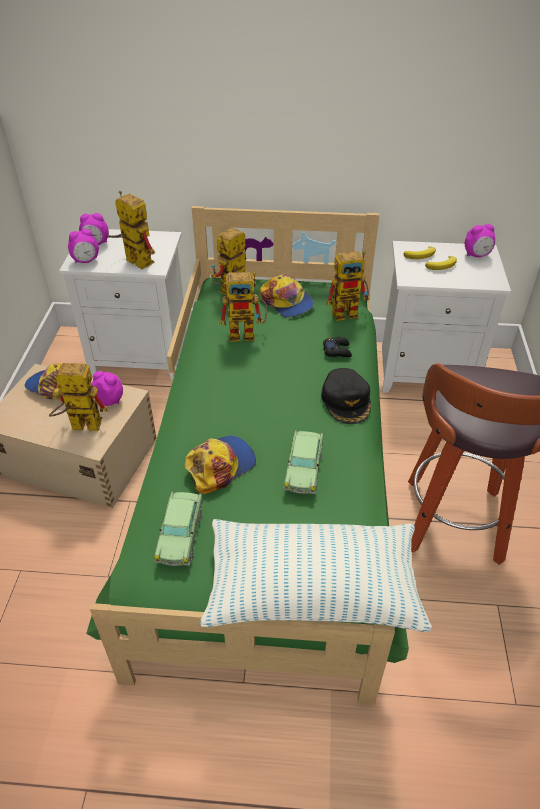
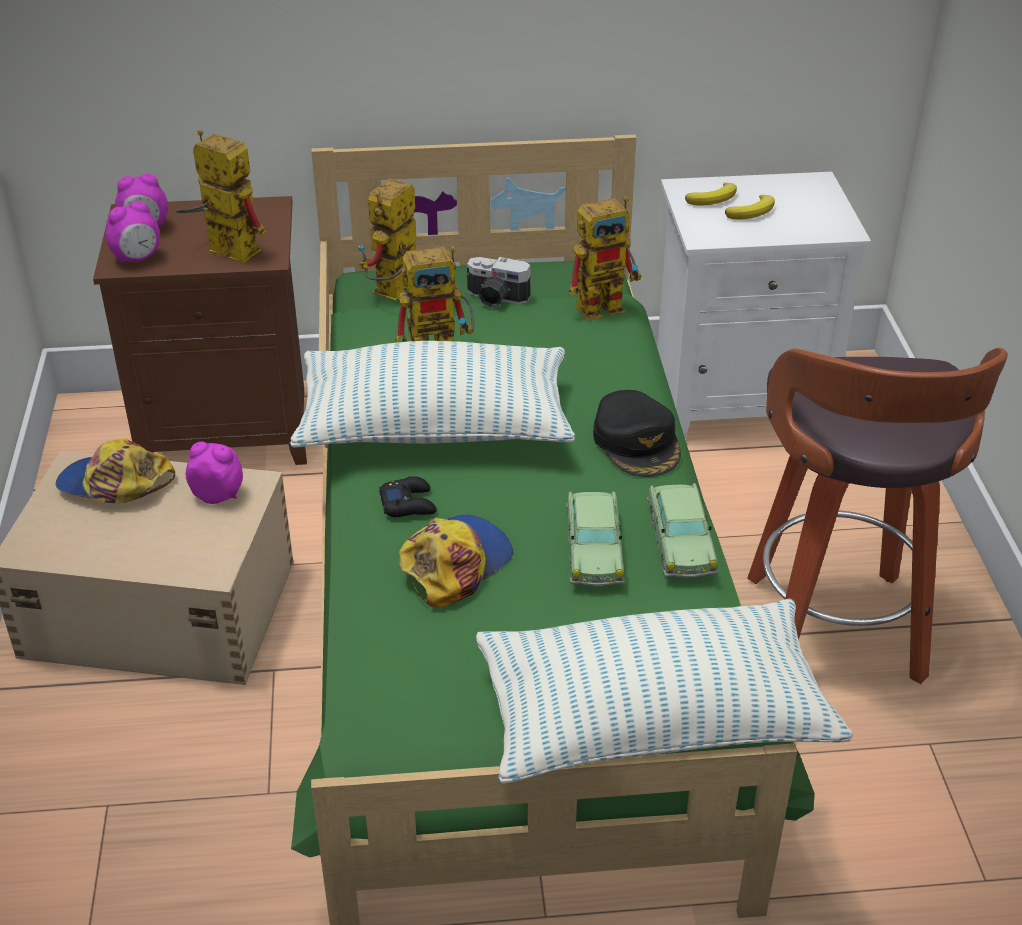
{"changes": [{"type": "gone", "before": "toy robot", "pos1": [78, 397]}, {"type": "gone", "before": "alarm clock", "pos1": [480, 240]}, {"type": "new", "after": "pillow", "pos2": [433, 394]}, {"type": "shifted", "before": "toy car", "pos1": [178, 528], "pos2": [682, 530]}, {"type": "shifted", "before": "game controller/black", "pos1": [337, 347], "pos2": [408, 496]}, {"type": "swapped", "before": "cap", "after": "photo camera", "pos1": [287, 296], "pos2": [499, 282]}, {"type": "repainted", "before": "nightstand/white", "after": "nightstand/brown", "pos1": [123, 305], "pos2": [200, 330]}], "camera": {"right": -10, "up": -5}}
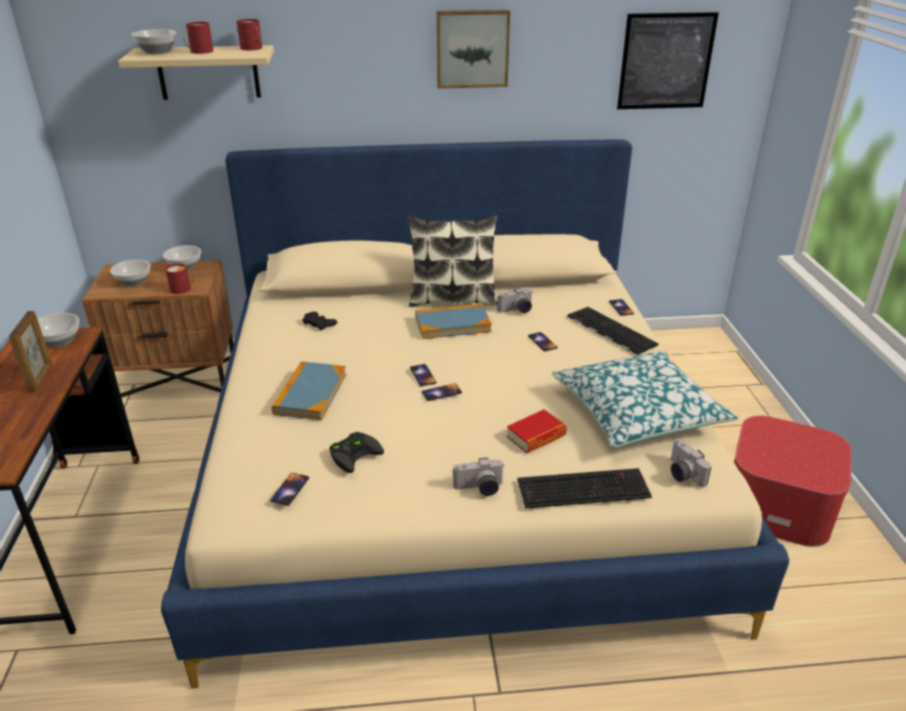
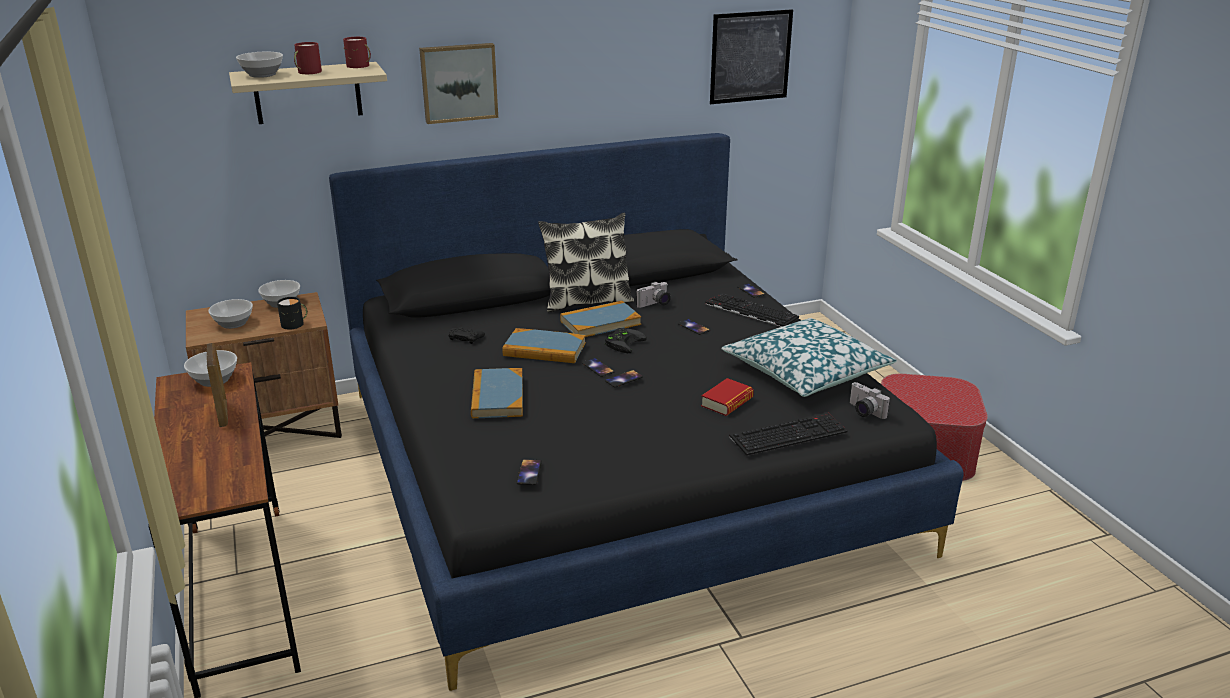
{"changes": [{"type": "gone", "before": "photo camera", "pos1": [479, 477]}, {"type": "new", "after": "book", "pos2": [544, 345]}, {"type": "shifted", "before": "game controller/black", "pos1": [356, 452], "pos2": [626, 340]}, {"type": "shifted", "before": "picture", "pos1": [473, 49], "pos2": [458, 83]}, {"type": "repainted", "before": "bed/beige", "after": "bed/black", "pos1": [475, 413], "pos2": [646, 412]}, {"type": "repainted", "before": "mug/red", "after": "mug/black", "pos1": [179, 279], "pos2": [292, 313]}], "camera": {"right": -15, "up": -5}}
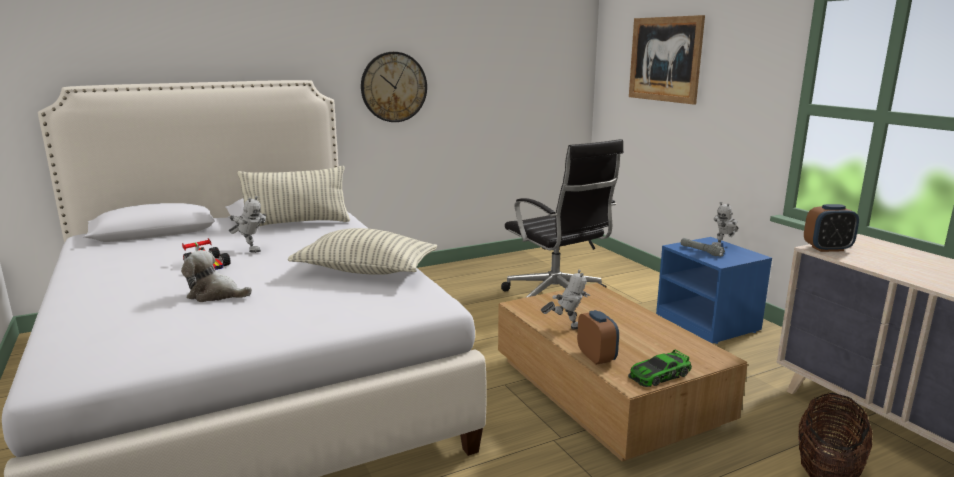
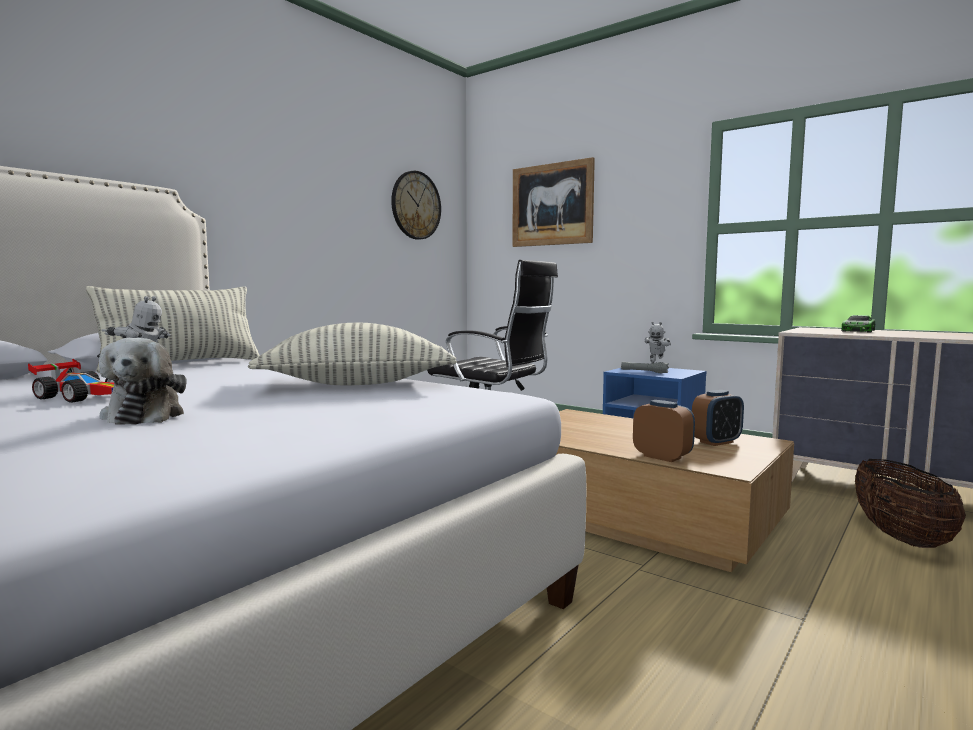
{"changes": [{"type": "gone", "before": "toy robot", "pos1": [565, 299]}, {"type": "shifted", "before": "wall clock", "pos1": [394, 87], "pos2": [416, 205]}, {"type": "shifted", "before": "toy car", "pos1": [660, 368], "pos2": [858, 323]}, {"type": "shifted", "before": "alarm clock", "pos1": [831, 228], "pos2": [718, 418]}, {"type": "rotated", "before": "plush toy", "pos1": [216, 276], "pos2": [142, 381], "turn": -90}], "camera": {"right": -25, "up": -10}}
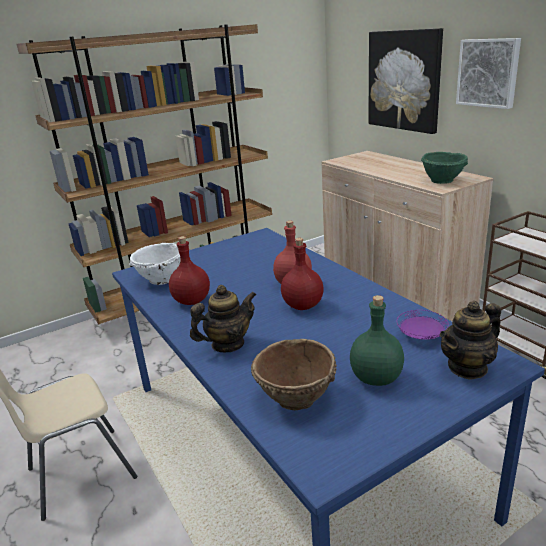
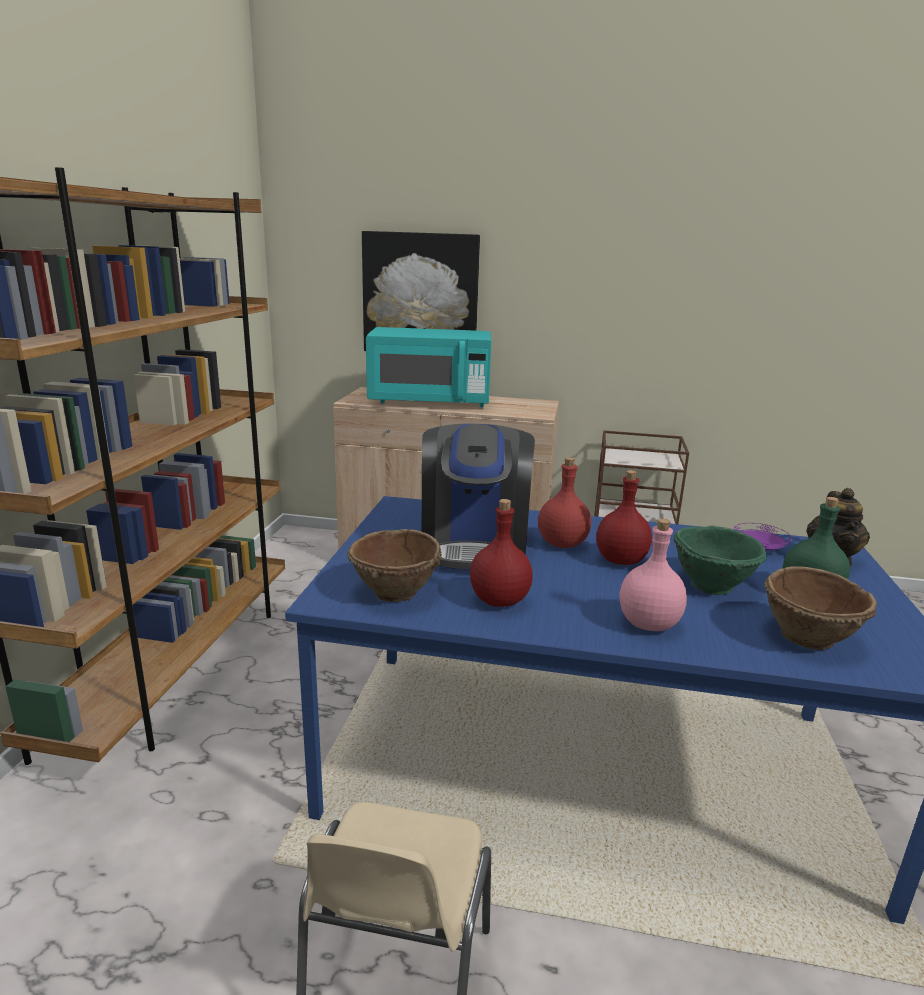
{"changes": [{"type": "gone", "before": "picture", "pos1": [488, 73]}, {"type": "new", "after": "microwave/turquoise", "pos2": [429, 367]}, {"type": "new", "after": "coffee machine", "pos2": [478, 496]}, {"type": "shifted", "before": "bowl/green", "pos1": [444, 168], "pos2": [720, 560]}, {"type": "swapped", "before": "teapot", "after": "bottle/pink", "pos1": [223, 318], "pos2": [653, 574]}, {"type": "repainted", "before": "bowl/white", "after": "bowl/brown", "pos1": [155, 264], "pos2": [394, 565]}], "camera": {"right": -50, "up": -5}}
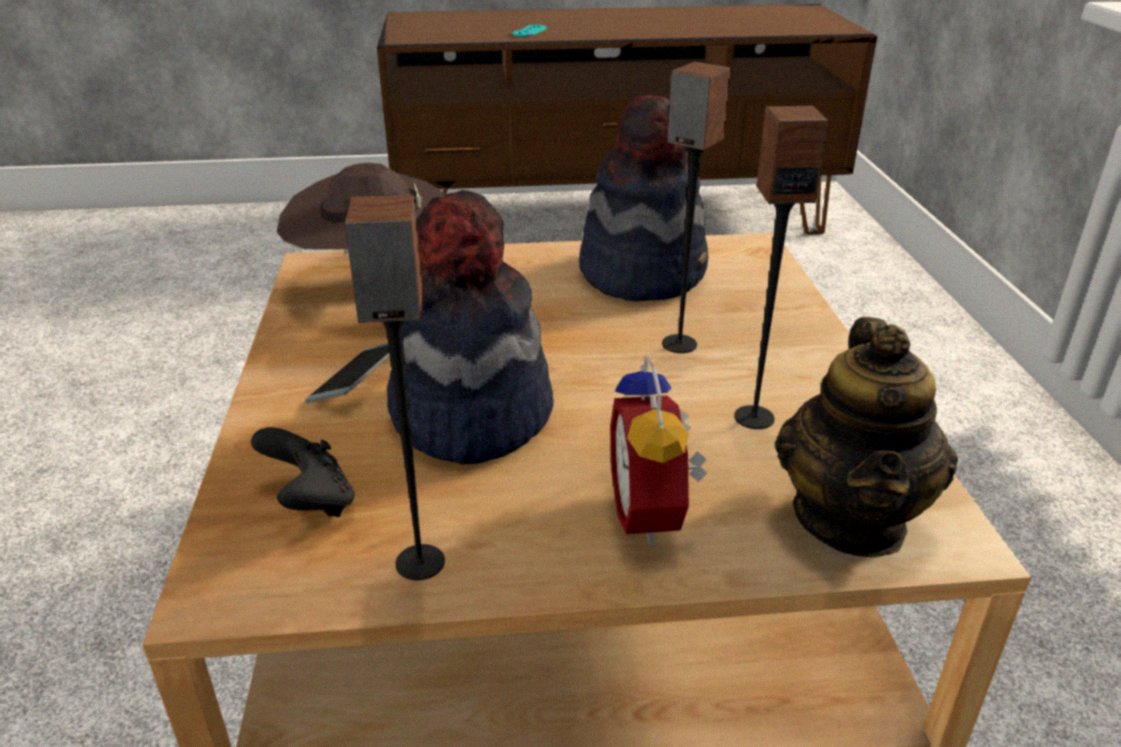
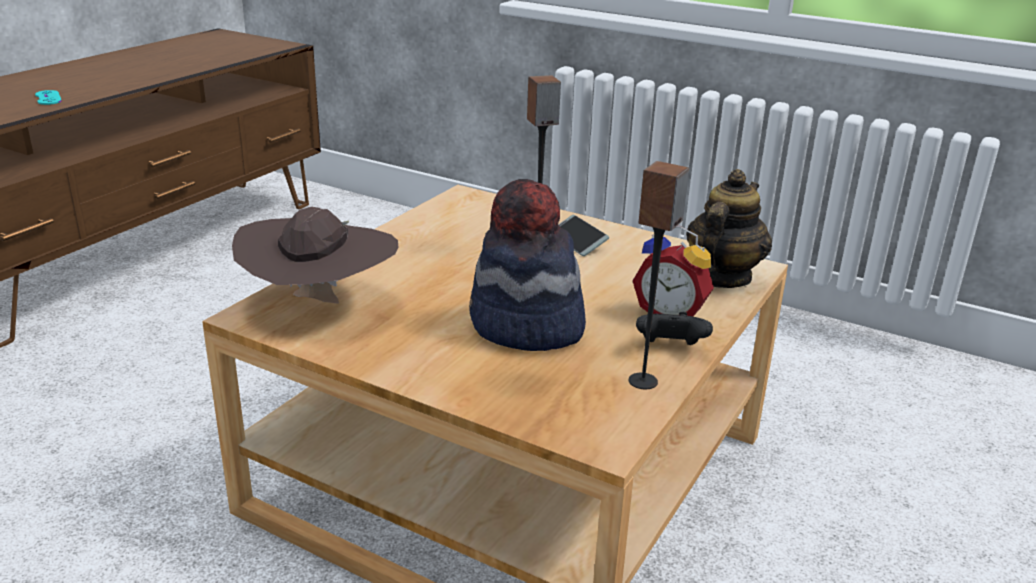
{"changes": [{"type": "gone", "before": "hat", "pos1": [643, 197]}, {"type": "gone", "before": "speaker", "pos1": [781, 267]}, {"type": "shifted", "before": "game controller/black", "pos1": [302, 472], "pos2": [674, 328]}, {"type": "shifted", "before": "phone", "pos1": [347, 373], "pos2": [583, 235]}, {"type": "rotated", "before": "teapot", "pos1": [866, 437], "pos2": [729, 228], "turn": -105}], "camera": {"right": -55, "up": -5}}
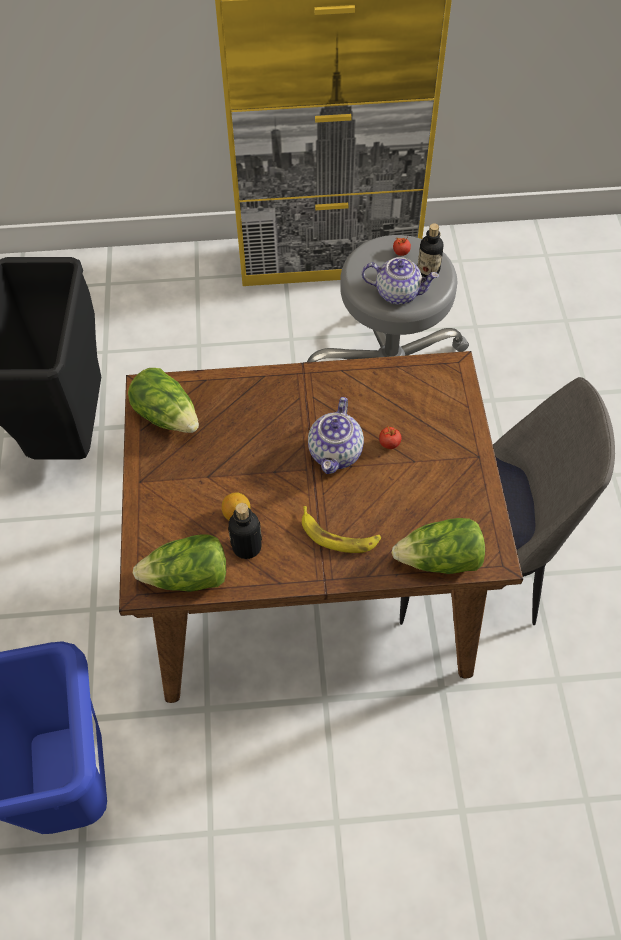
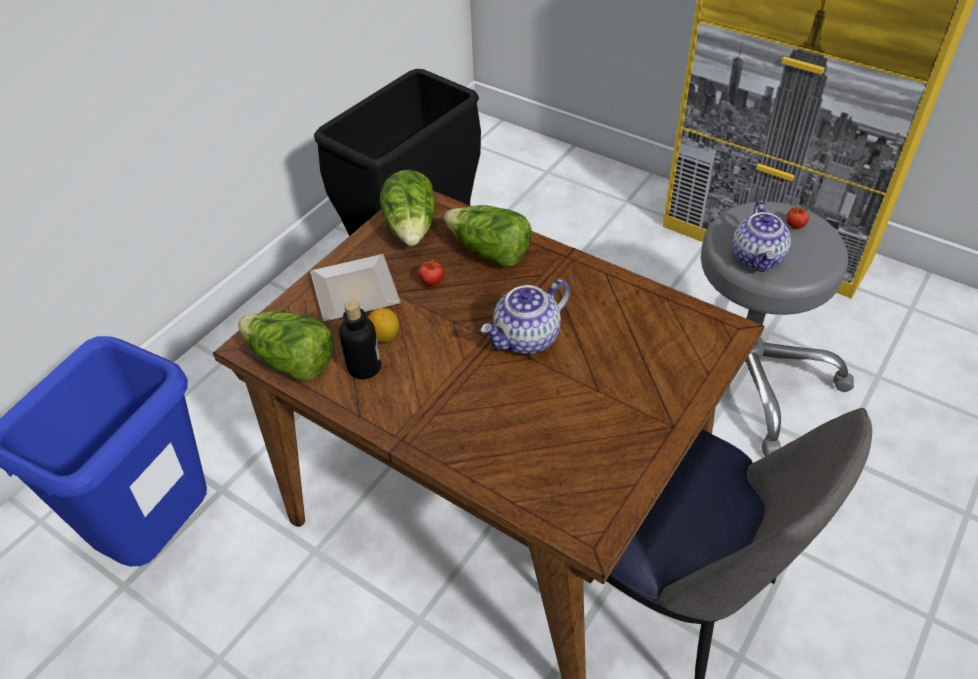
{"changes": [{"type": "gone", "before": "banana", "pos1": [341, 529]}, {"type": "gone", "before": "bottle", "pos1": [430, 250]}, {"type": "new", "after": "plate", "pos2": [355, 288]}, {"type": "shifted", "before": "tomato", "pos1": [390, 437], "pos2": [431, 272]}, {"type": "shifted", "before": "lettuce", "pos1": [438, 546], "pos2": [487, 236]}, {"type": "rotated", "before": "teapot", "pos1": [400, 280], "pos2": [762, 236], "turn": 45}], "camera": {"right": 40, "up": -10}}
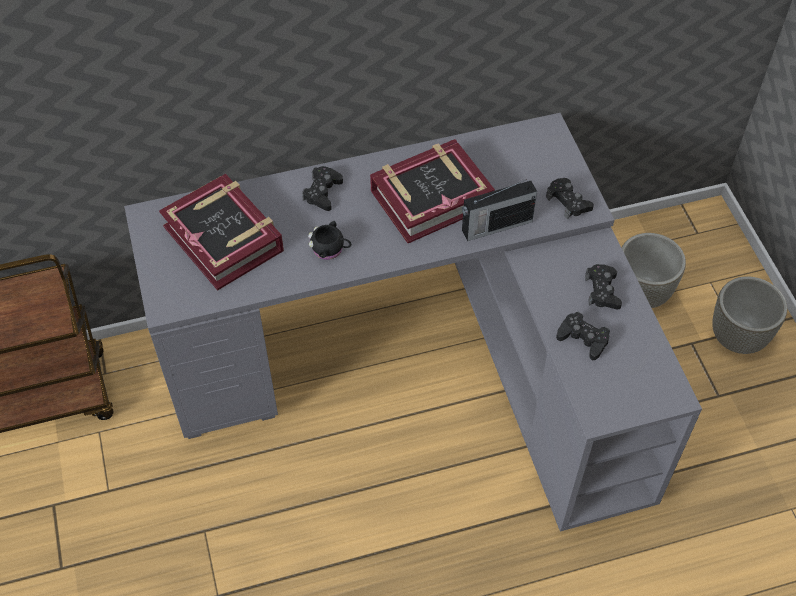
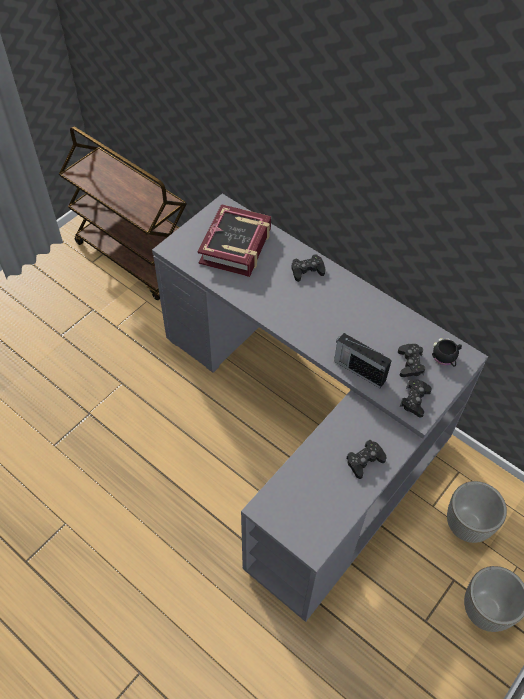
{"changes": [{"type": "gone", "before": "book", "pos1": [432, 191]}, {"type": "shifted", "before": "mug/black", "pos1": [329, 240], "pos2": [447, 352]}, {"type": "shifted", "before": "game controller/black", "pos1": [583, 336], "pos2": [411, 360]}], "camera": {"right": 55, "up": 0}}
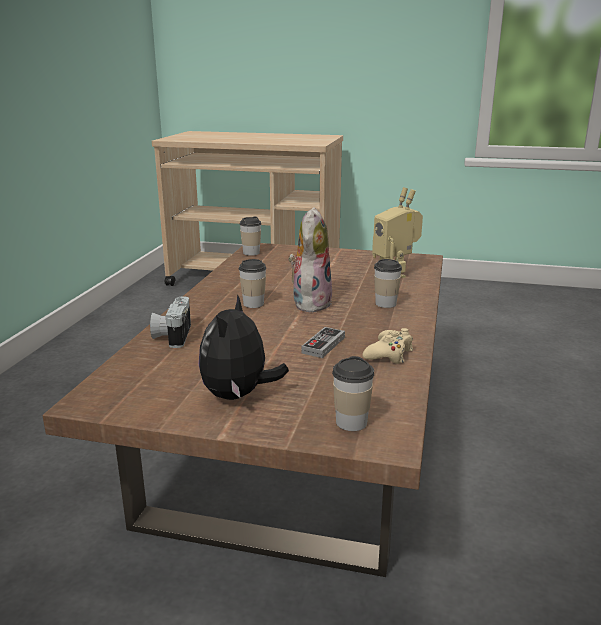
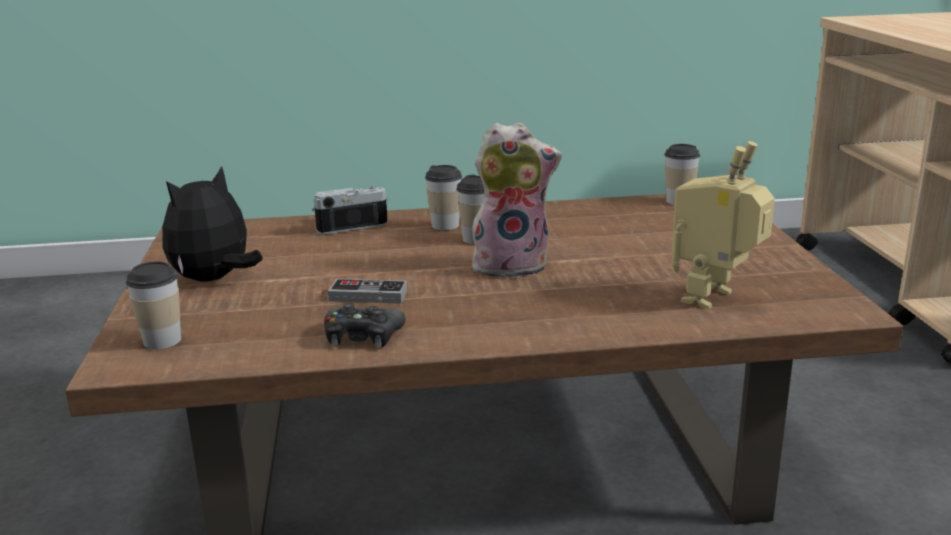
{"changes": [{"type": "shifted", "before": "cup", "pos1": [388, 283], "pos2": [443, 198]}, {"type": "repainted", "before": "game controller/beige", "after": "game controller/black", "pos1": [387, 346], "pos2": [365, 325]}, {"type": "rotated", "before": "plush toy", "pos1": [244, 347], "pos2": [213, 224], "turn": -45}], "camera": {"right": 70, "up": 0}}
